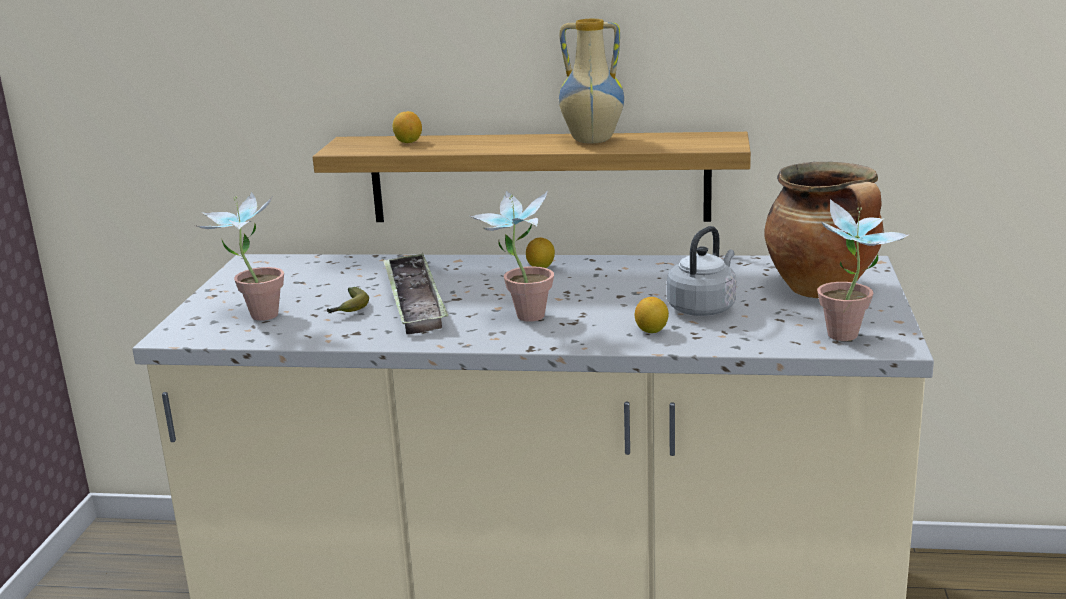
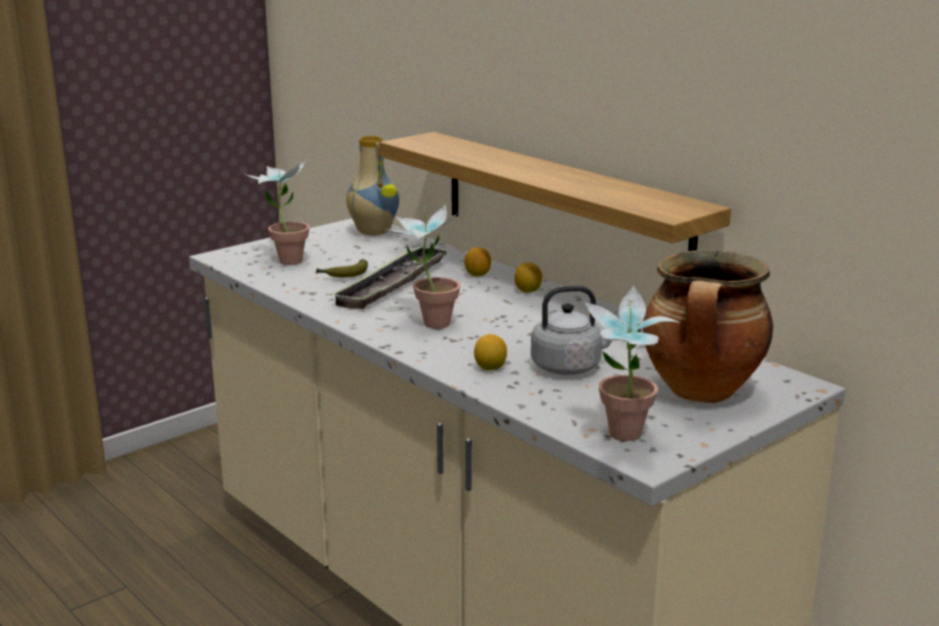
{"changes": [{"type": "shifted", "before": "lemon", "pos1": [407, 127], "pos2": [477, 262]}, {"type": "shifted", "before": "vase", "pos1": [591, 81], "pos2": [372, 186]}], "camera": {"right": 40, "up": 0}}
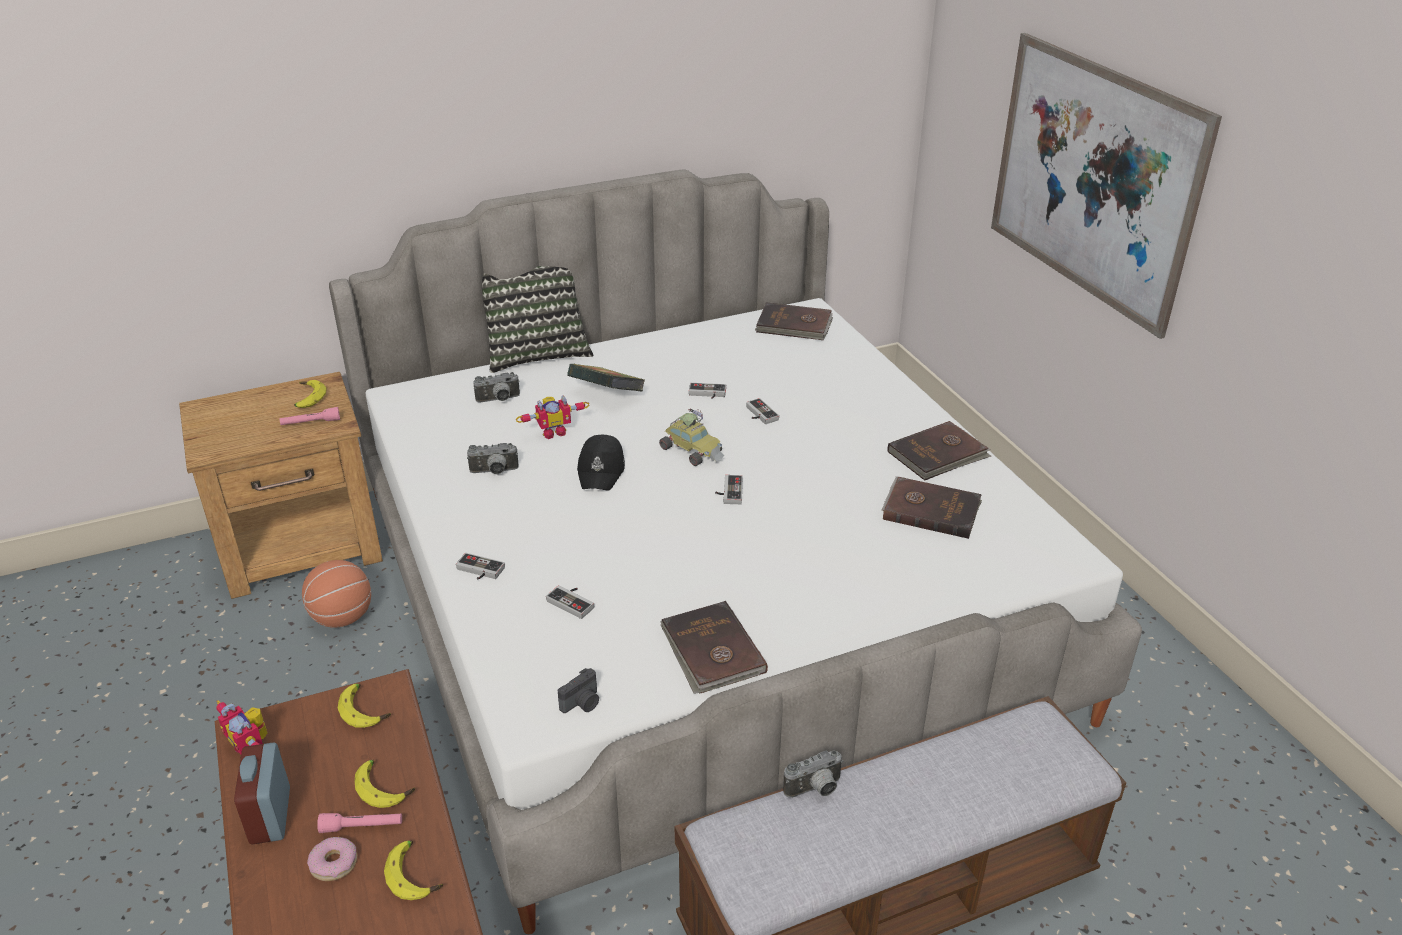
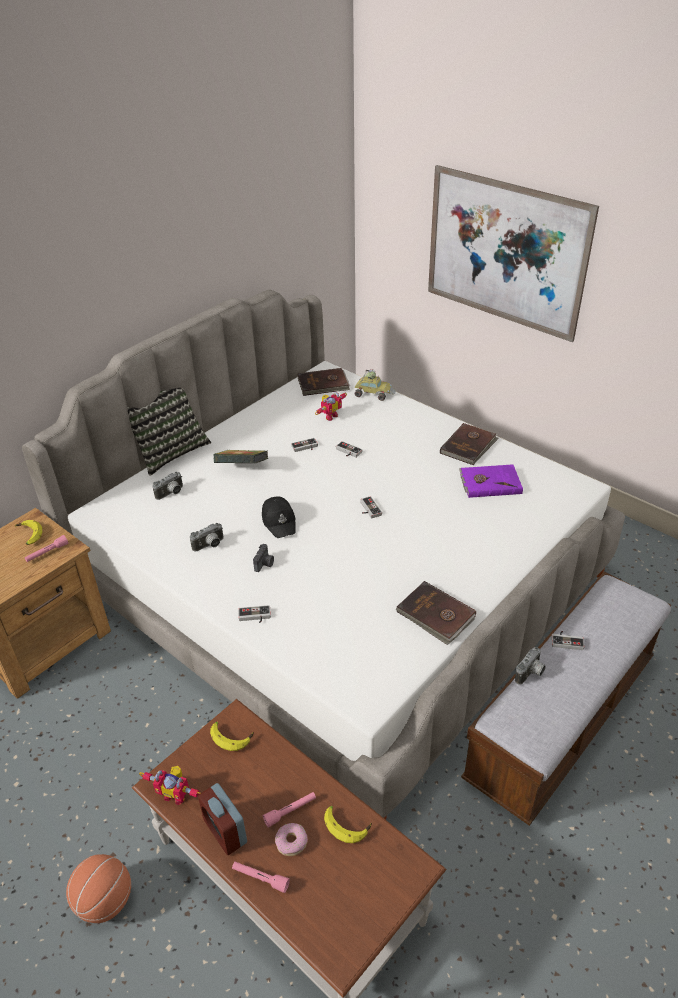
{"changes": [{"type": "gone", "before": "banana", "pos1": [384, 784]}, {"type": "new", "after": "flashlight/pink", "pos2": [261, 877]}, {"type": "shifted", "before": "basketball", "pos1": [336, 594], "pos2": [98, 888]}, {"type": "shifted", "before": "toy robot", "pos1": [553, 417], "pos2": [331, 406]}, {"type": "shifted", "before": "game controller", "pos1": [570, 602], "pos2": [567, 640]}, {"type": "shifted", "before": "photo camera", "pos1": [578, 690], "pos2": [263, 558]}, {"type": "shifted", "before": "toy car", "pos1": [691, 437], "pos2": [375, 385]}, {"type": "repainted", "before": "book/brown", "after": "book/purple", "pos1": [932, 507], "pos2": [491, 481]}], "camera": {"right": -25, "up": 5}}
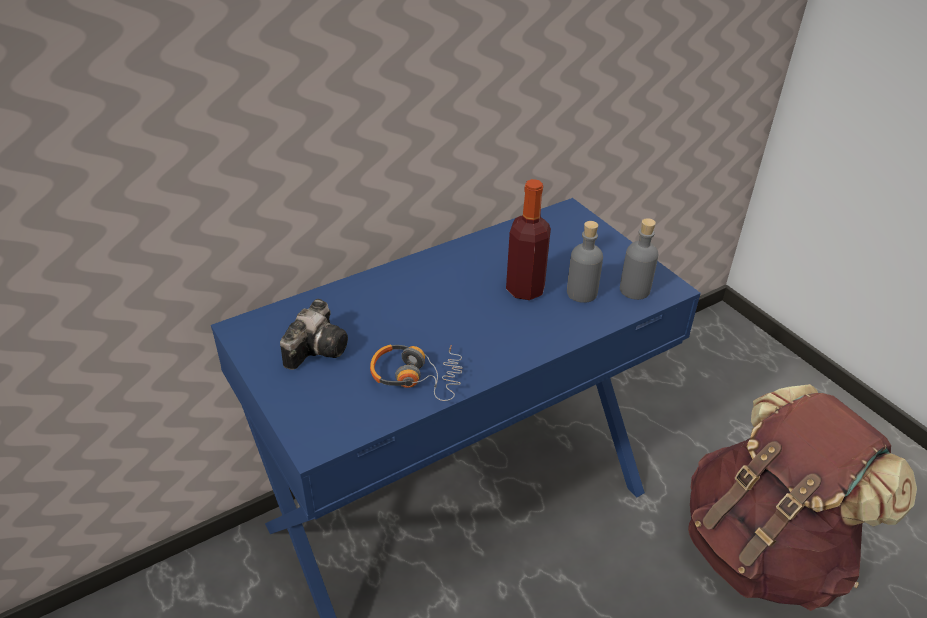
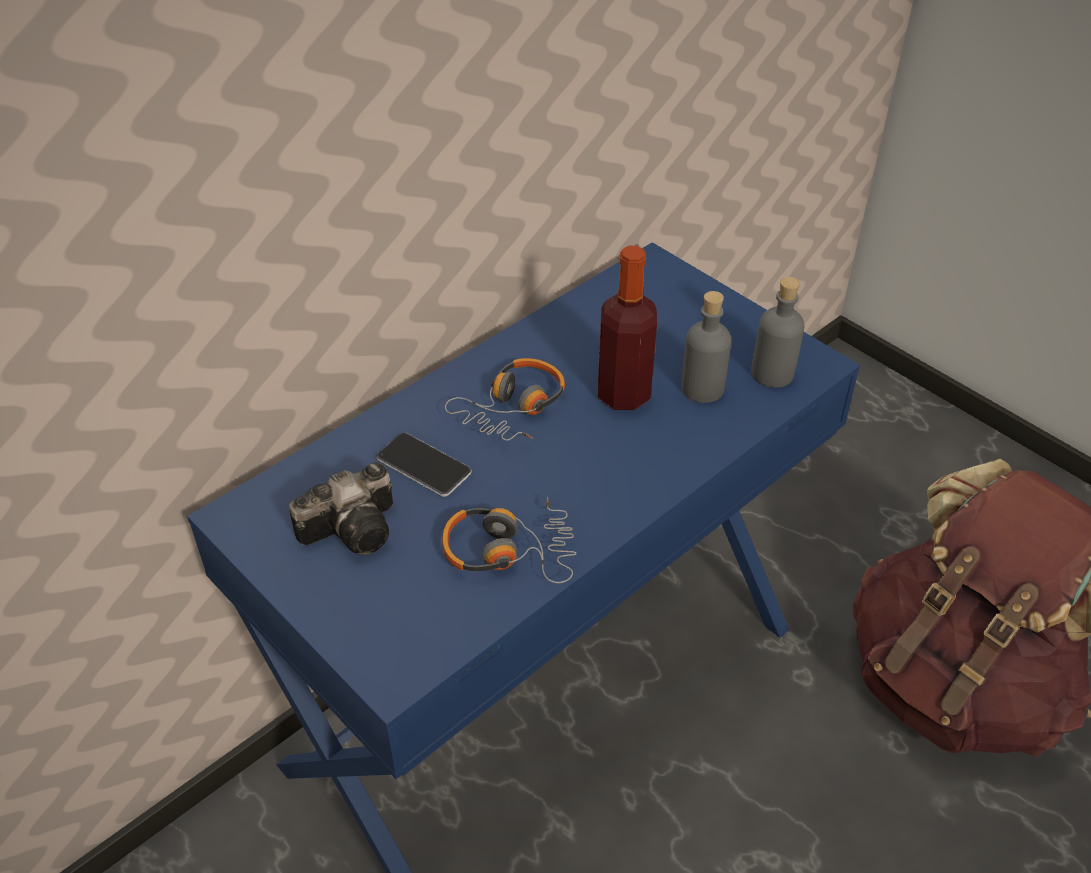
{"changes": [{"type": "new", "after": "phone", "pos2": [424, 464]}, {"type": "new", "after": "headphones", "pos2": [505, 399]}, {"type": "rotated", "before": "photo camera", "pos1": [314, 334], "pos2": [341, 508], "turn": 45}], "camera": {"right": -10, "up": 5}}
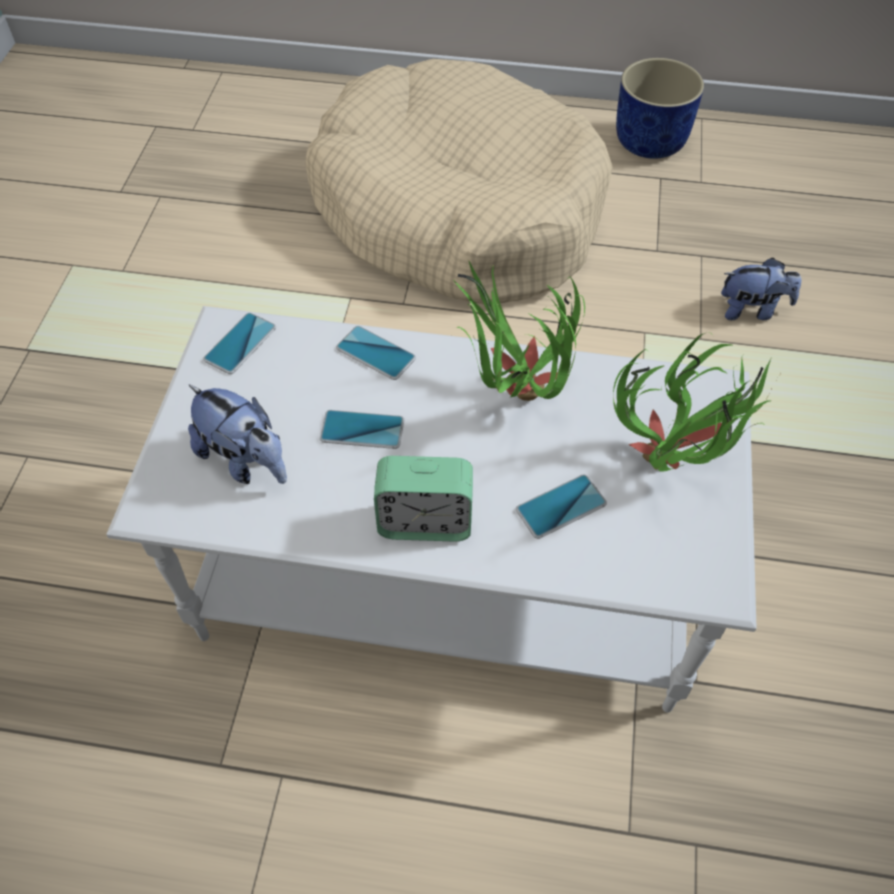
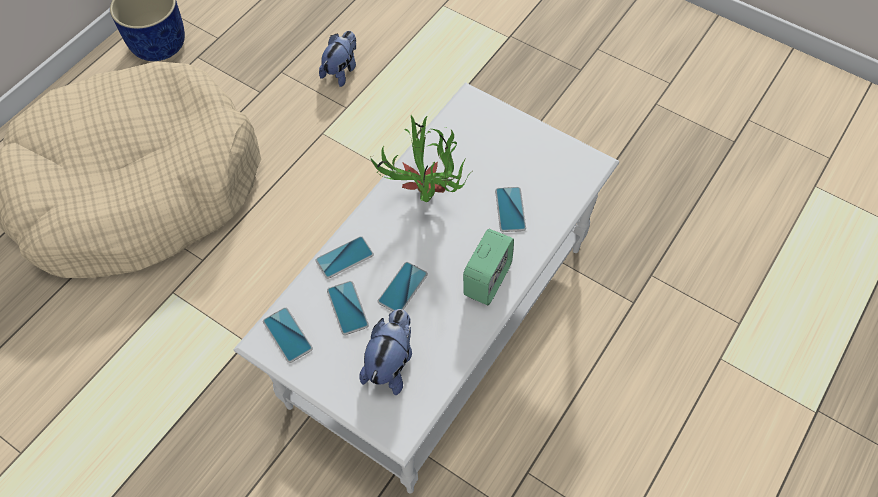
{"changes": [{"type": "gone", "before": "potted plant", "pos1": [693, 402]}, {"type": "new", "after": "phone", "pos2": [348, 308]}, {"type": "rotated", "before": "plush toy", "pos1": [237, 434], "pos2": [385, 352], "turn": -45}], "camera": {"right": -65, "up": 5}}
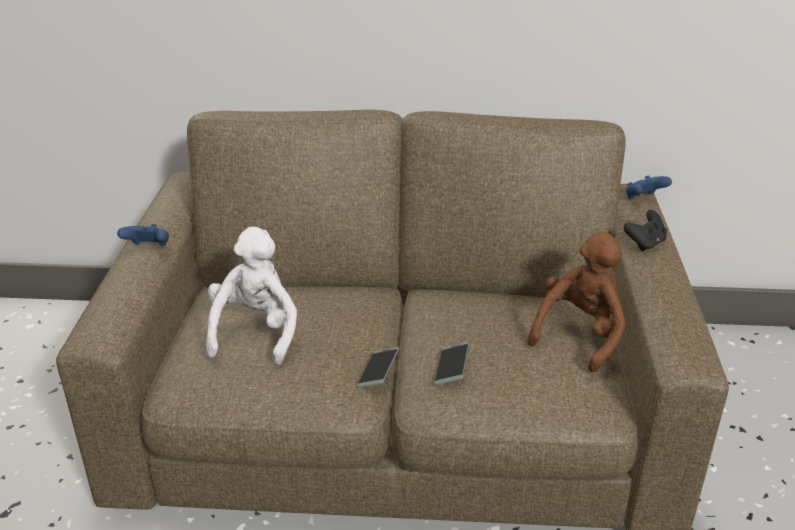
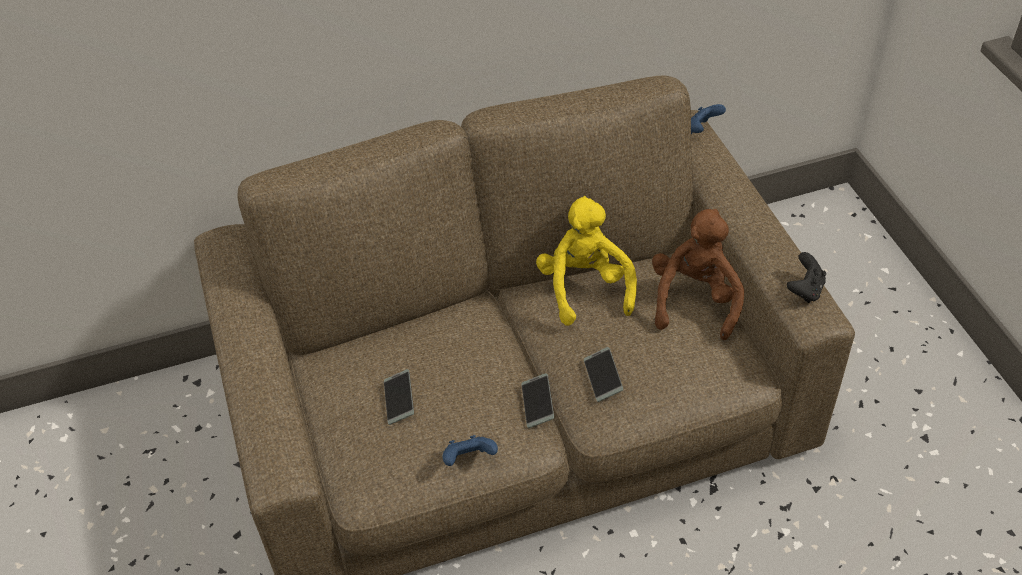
{"changes": [{"type": "new", "after": "plush toy/yellow", "pos2": [586, 261]}, {"type": "shifted", "before": "game controller/blue", "pos1": [143, 235], "pos2": [470, 450]}, {"type": "shifted", "before": "game controller/black", "pos1": [645, 230], "pos2": [806, 277]}, {"type": "swapped", "before": "plush toy/white", "after": "phone", "pos1": [251, 296], "pos2": [399, 397]}], "camera": {"right": -20, "up": 15}}
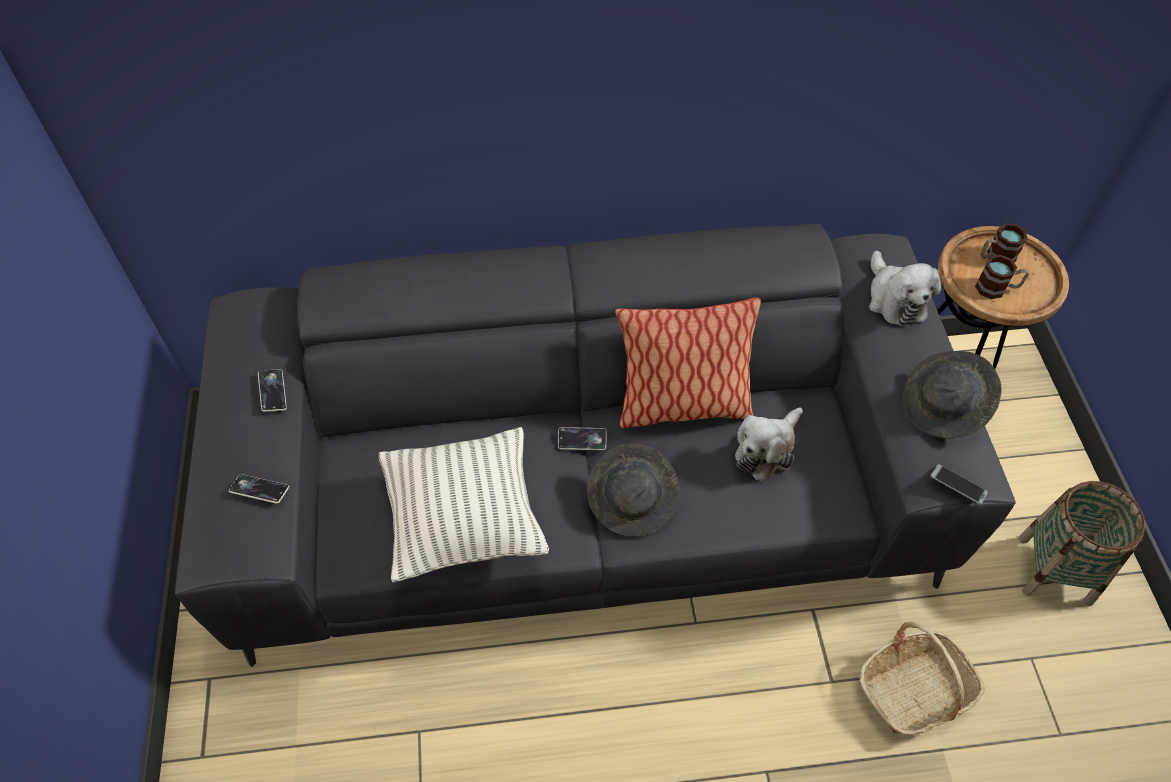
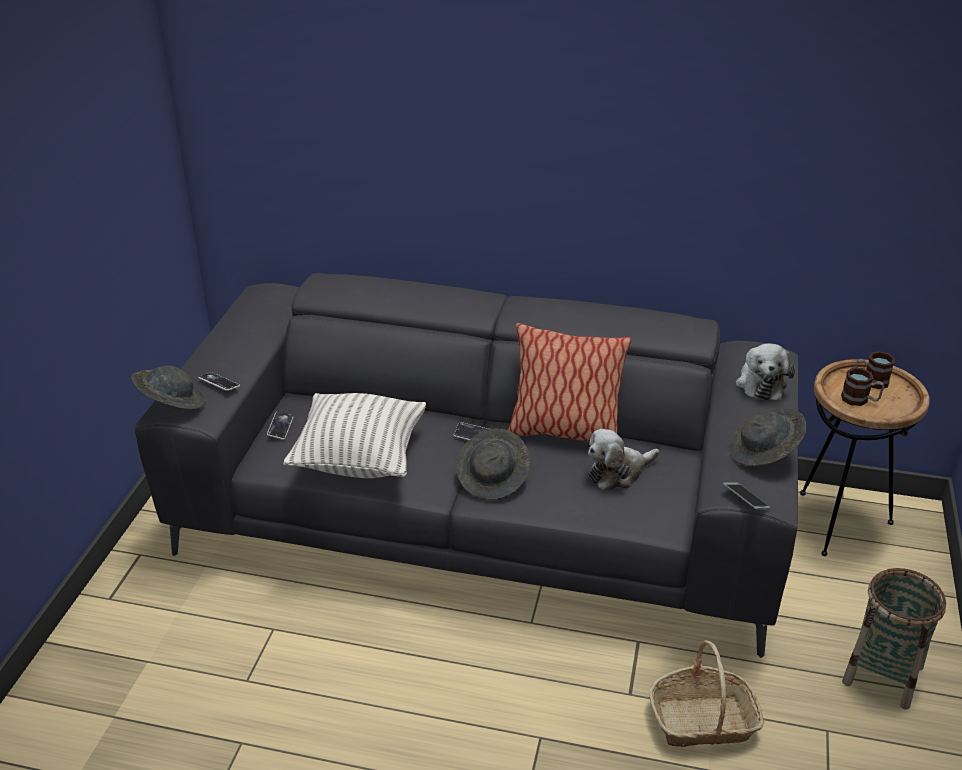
{"changes": [{"type": "new", "after": "hat/grey", "pos2": [168, 387]}, {"type": "shifted", "before": "phone", "pos1": [272, 390], "pos2": [280, 425]}], "camera": {"right": 20, "up": -20}}
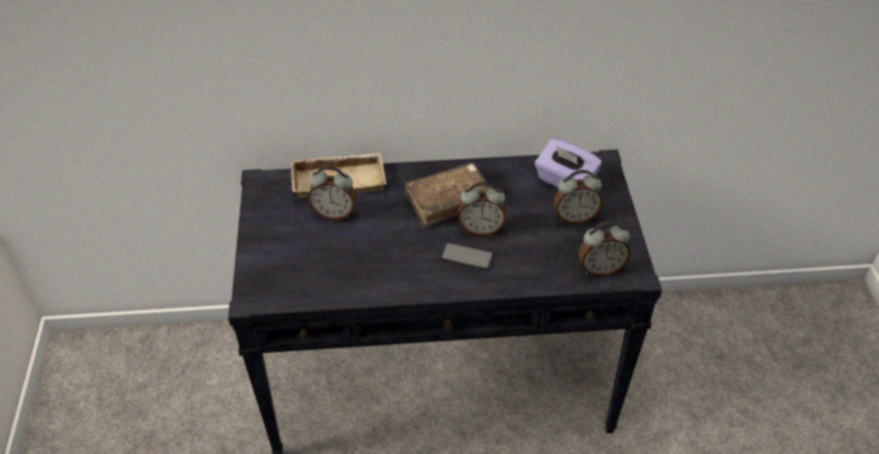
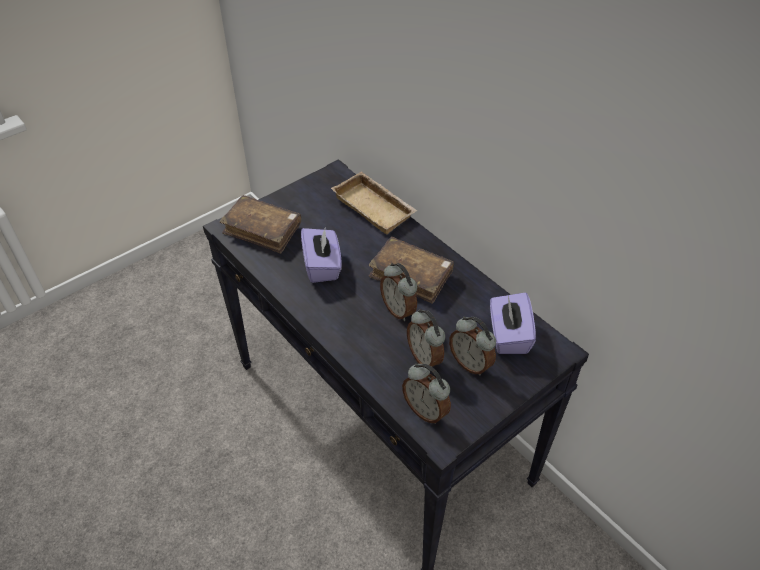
{"changes": [{"type": "gone", "before": "phone", "pos1": [467, 256]}, {"type": "new", "after": "book/brown", "pos2": [260, 224]}, {"type": "new", "after": "tissue box/purple", "pos2": [321, 255]}, {"type": "shifted", "before": "alarm clock", "pos1": [332, 193], "pos2": [426, 338]}], "camera": {"right": 55, "up": 0}}
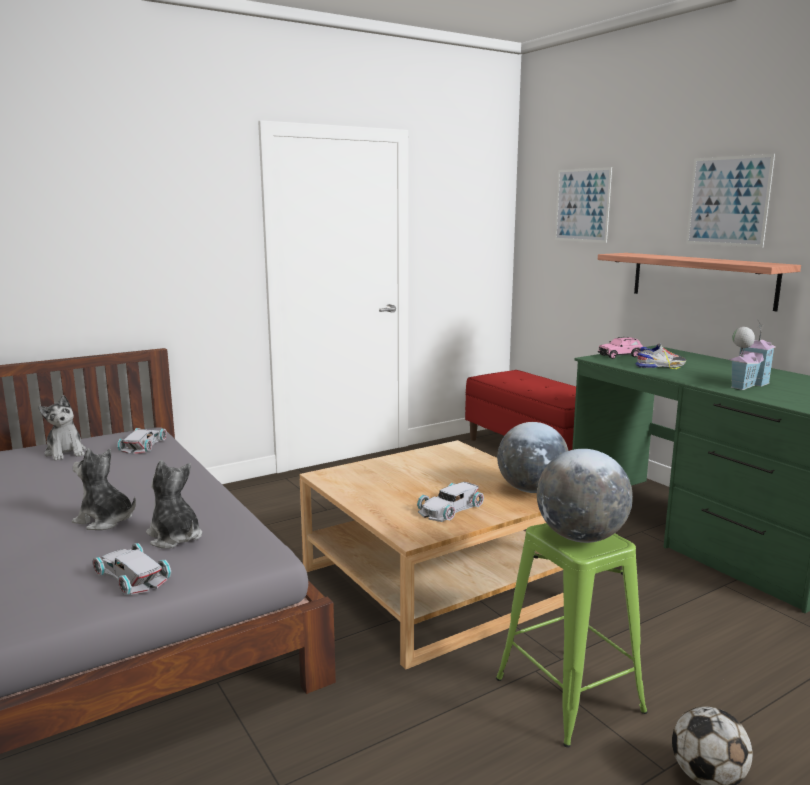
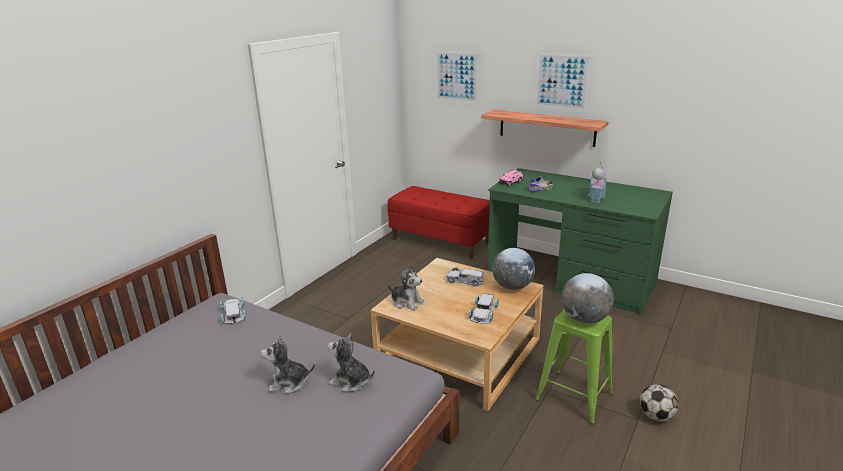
{"changes": [{"type": "shifted", "before": "plush toy", "pos1": [62, 428], "pos2": [405, 287]}, {"type": "shifted", "before": "toy car/white", "pos1": [131, 569], "pos2": [465, 277]}], "camera": {"right": -25, "up": 10}}
